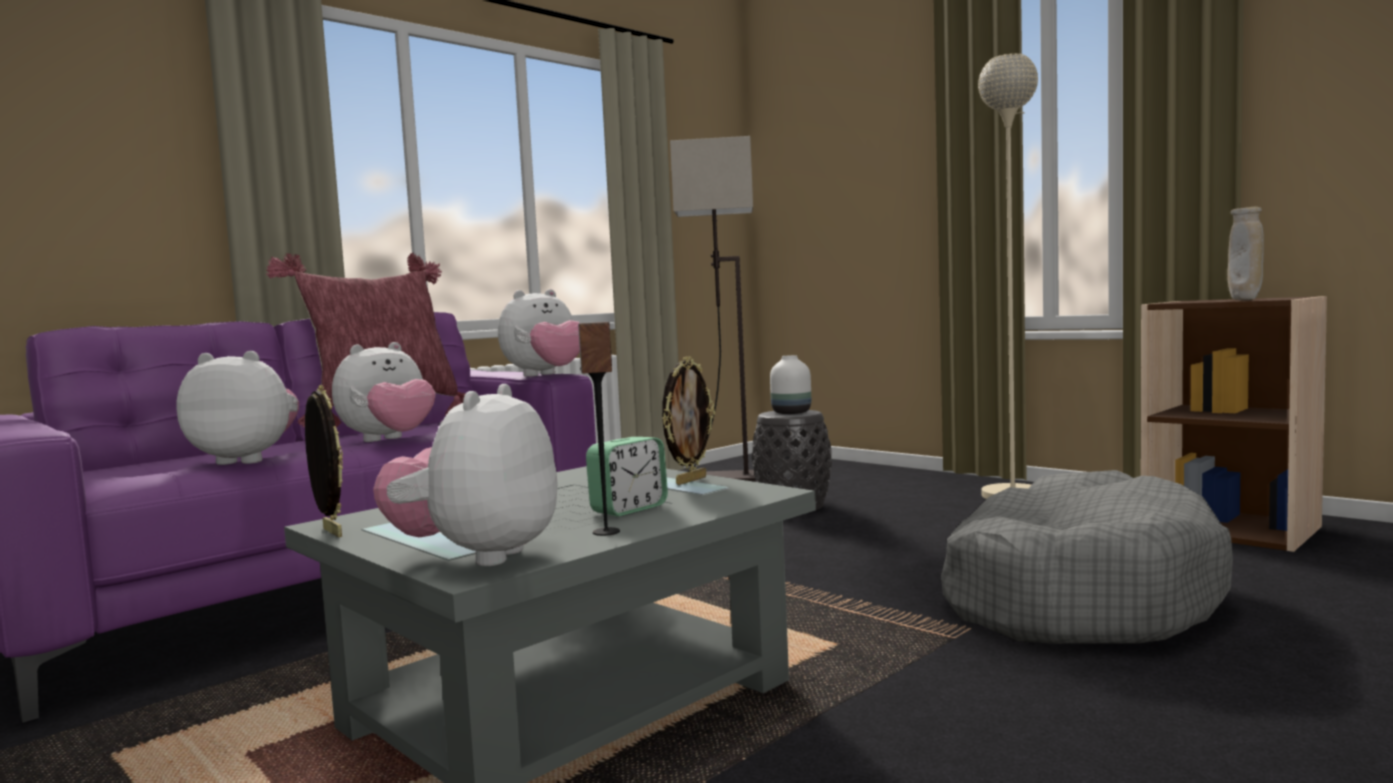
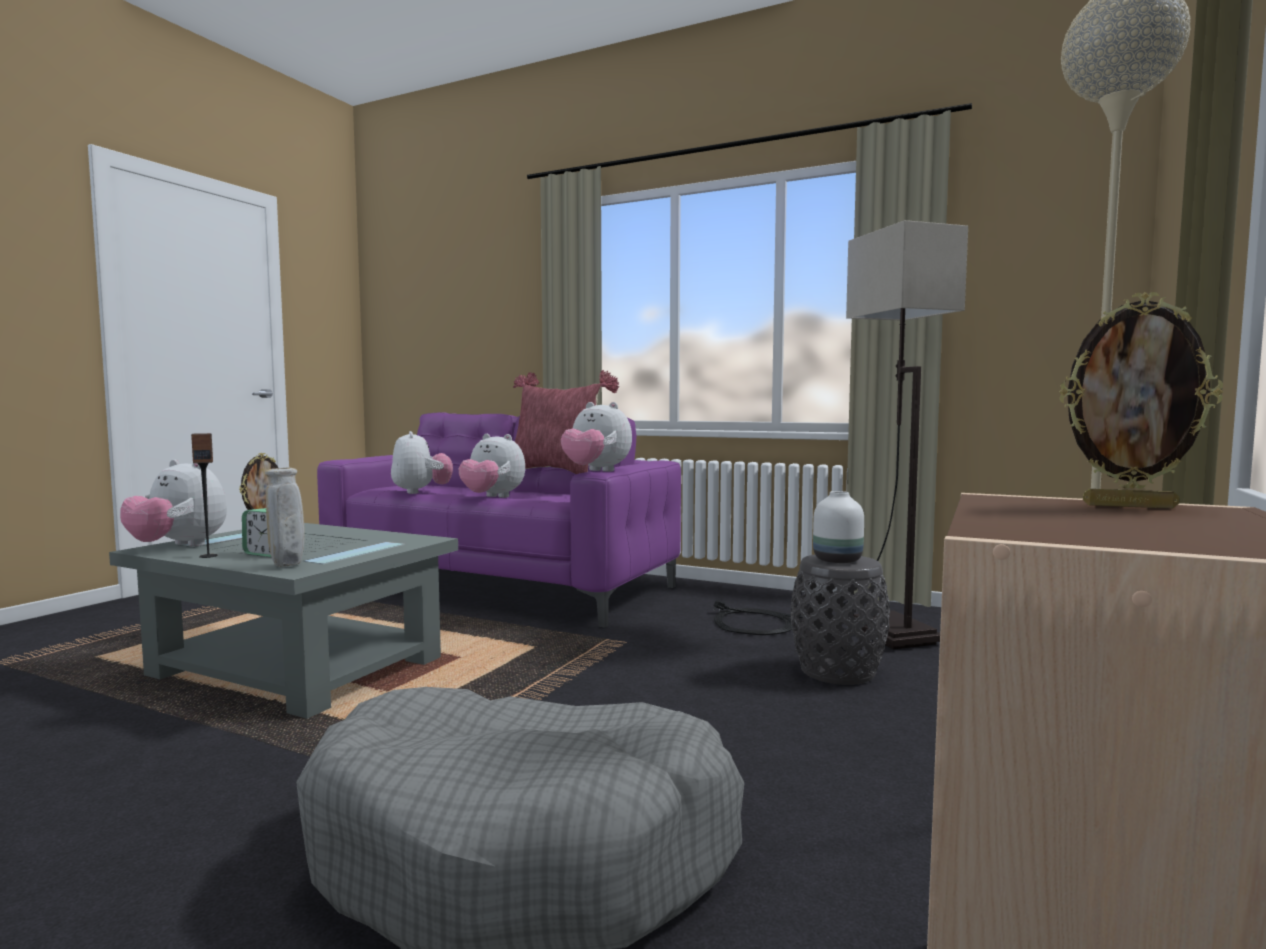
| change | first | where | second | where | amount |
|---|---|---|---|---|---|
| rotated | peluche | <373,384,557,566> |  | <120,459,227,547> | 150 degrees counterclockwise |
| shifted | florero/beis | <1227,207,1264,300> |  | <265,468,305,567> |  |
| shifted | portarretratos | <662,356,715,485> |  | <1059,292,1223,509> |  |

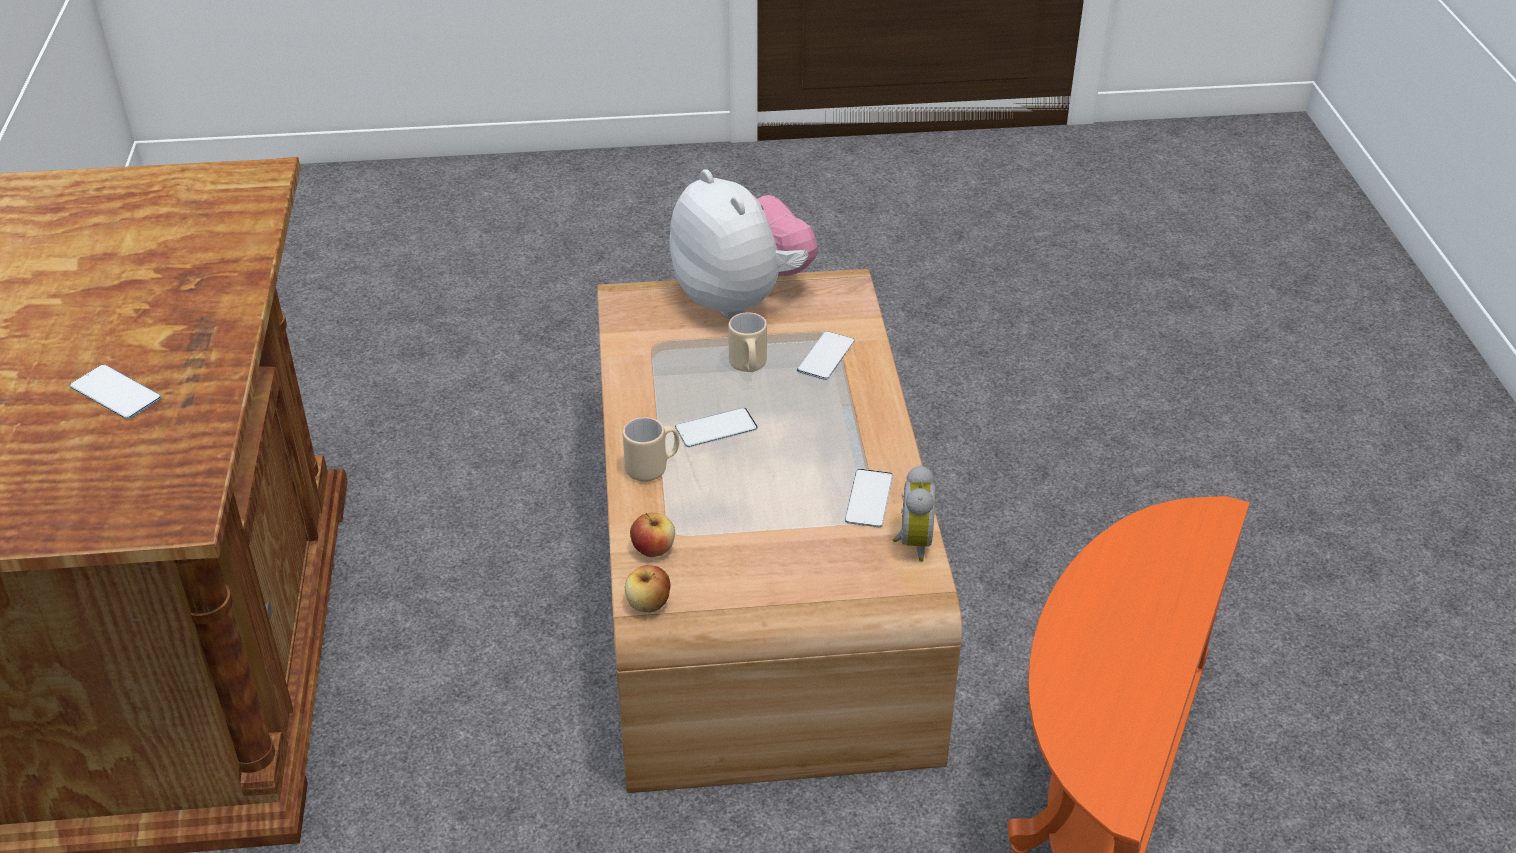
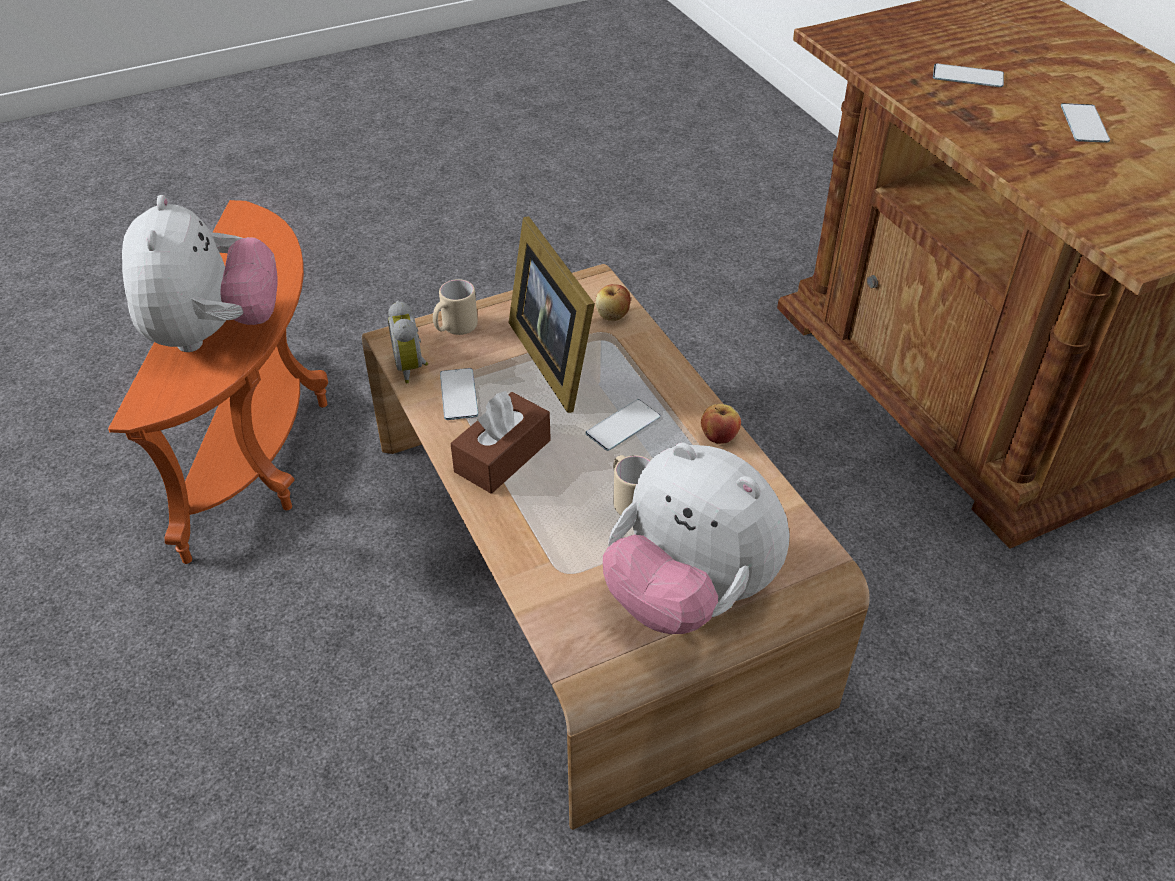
| change | first | where | second | where | amount |
|---|---|---|---|---|---|
| new |  |  | peluche | <122,195,278,352> |  |
| shifted | taza grande/beis | <623,417,679,481> |  | <433,279,478,335> |  |
| new |  |  | caja de pañuelos/marrón | <451,391,551,494> |  |
| new |  |  | portarretratos | <508,216,595,413> |  |
| shifted | manzana | <625,565,670,613> |  | <701,404,741,444> |  |
| shifted | móvil | <797,331,855,380> |  | <1061,103,1110,143> |  |

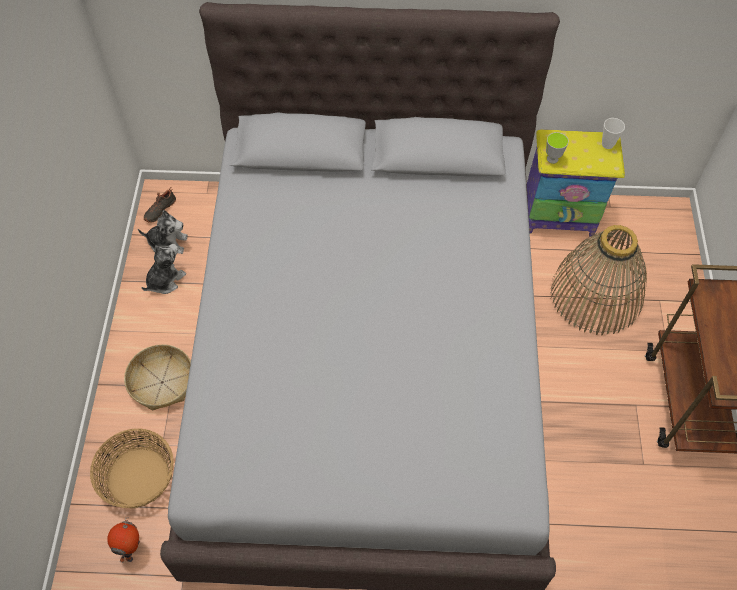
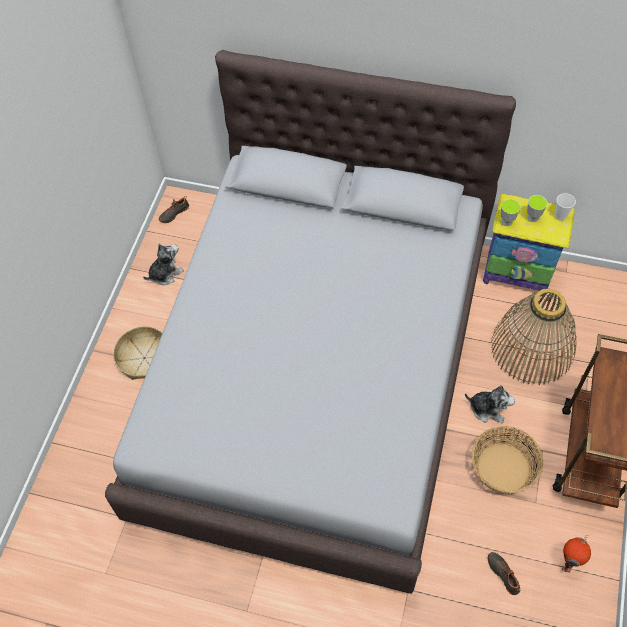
| change | first | where | second | where | amount |
|---|---|---|---|---|---|
| shifted | peluche | <138,210,188,254> |  | <465,385,515,423> |  |
| shifted | cesta | <90,428,174,509> |  | <471,426,543,494> |  |
| new |  |  | zapato/negro | <488,552,520,595> |  |
| new |  |  | taza | <527,195,547,222> |  |
| shifted | robot de juguete | <107,517,140,563> |  | <562,535,591,573> |  |

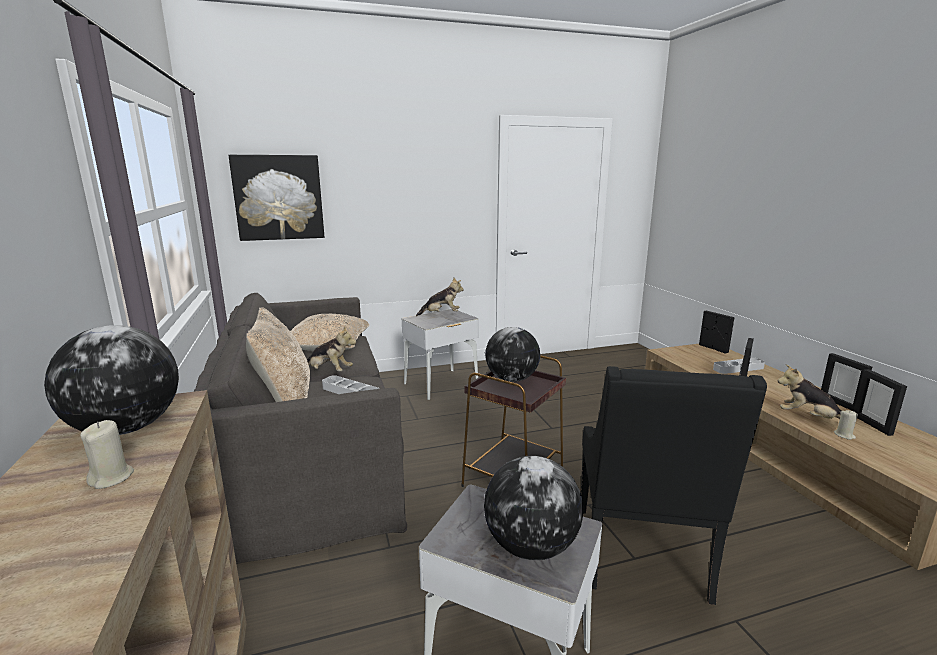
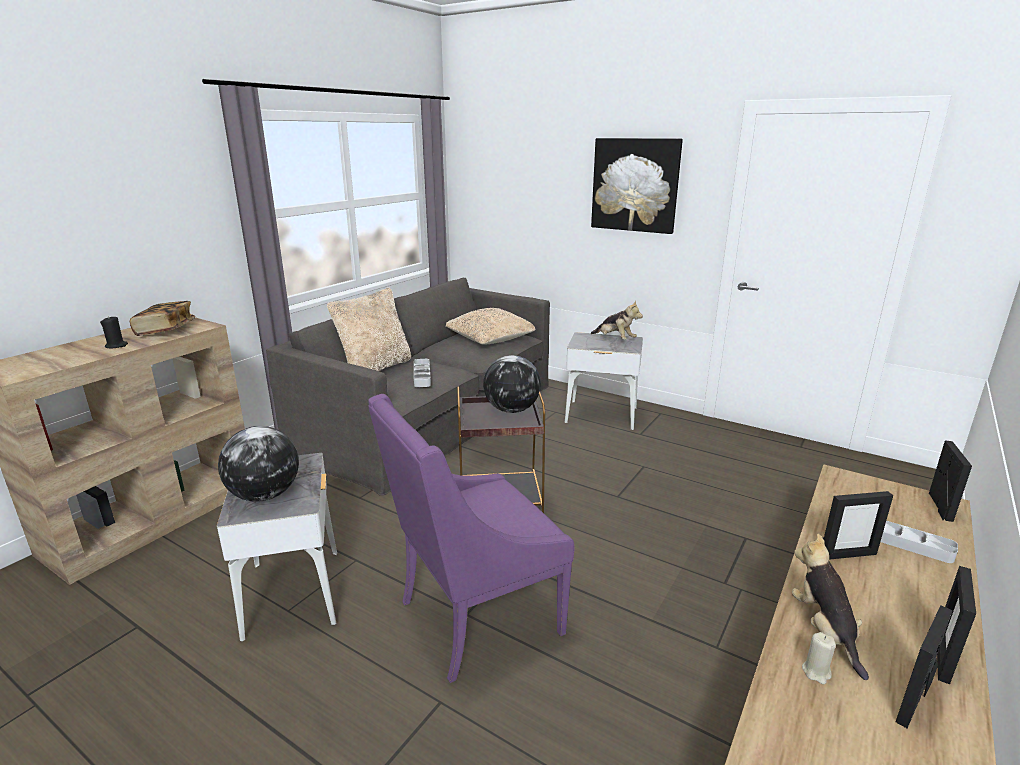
| change | first | where | second | where | amount |
|---|---|---|---|---|---|
| repainted | vela/beis | <80,420,134,489> | vela/negro | <100,316,128,349> |  |
| swapped | globo terráqueo | <44,325,179,435> | libro | <130,301,195,336> |  |
| repainted | sillón/negro | <581,366,767,605> | sillón/morado | <368,394,574,683> |  |
| shifted | cuadro | <229,155,324,241> |  | <591,138,683,234> |  |
| gone | peluche | <307,326,356,372> |  |  |  |

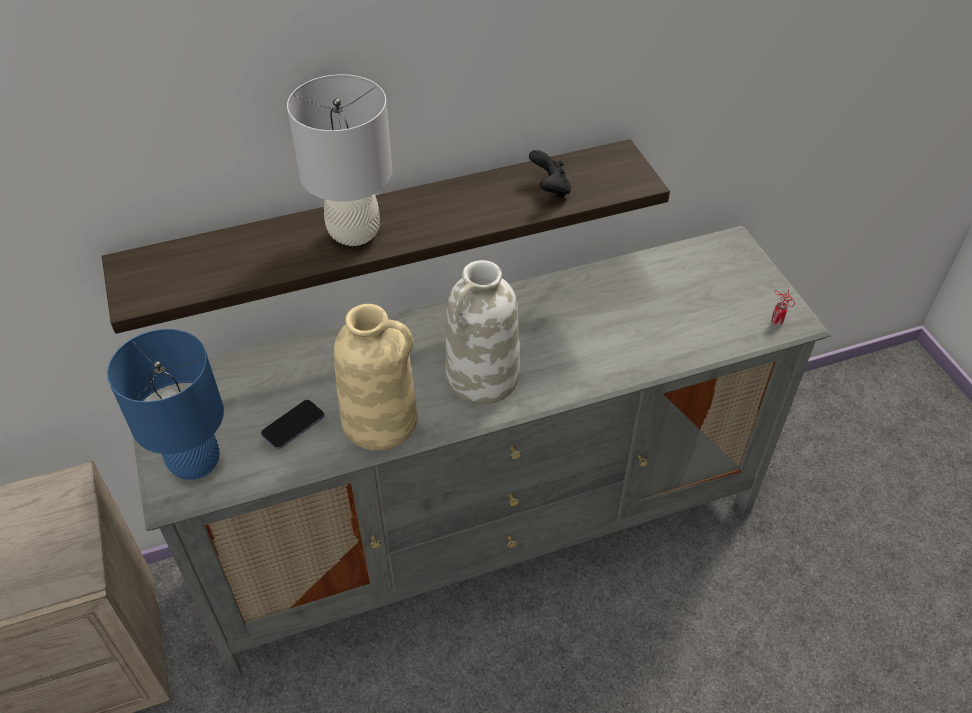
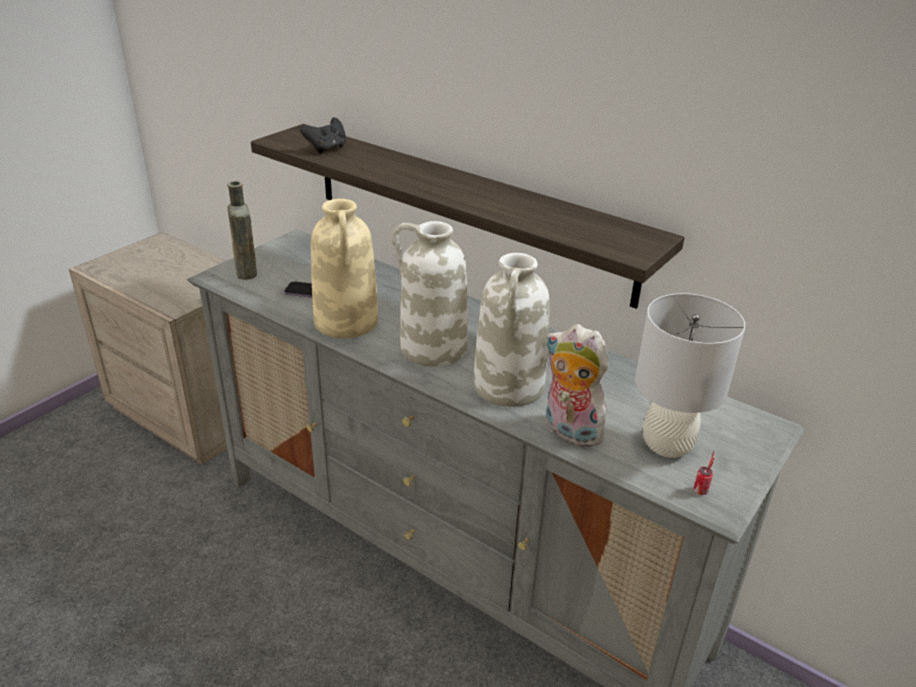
| change | first | where | second | where | amount |
|---|---|---|---|---|---|
| swapped | lámpara de mesa/azul | <107,329,224,480> | botella/marrón | <227,181,257,280> |  |
| shifted | mando de consola/negro | <529,150,571,198> |  | <300,118,346,153> |  |
| new |  |  | florero/blanco | <474,253,550,407> |  |
| new |  |  | peluche | <545,324,610,447> |  |
| shifted | lámpara de mesa/gris | <287,74,392,246> |  | <635,293,745,458> |  |

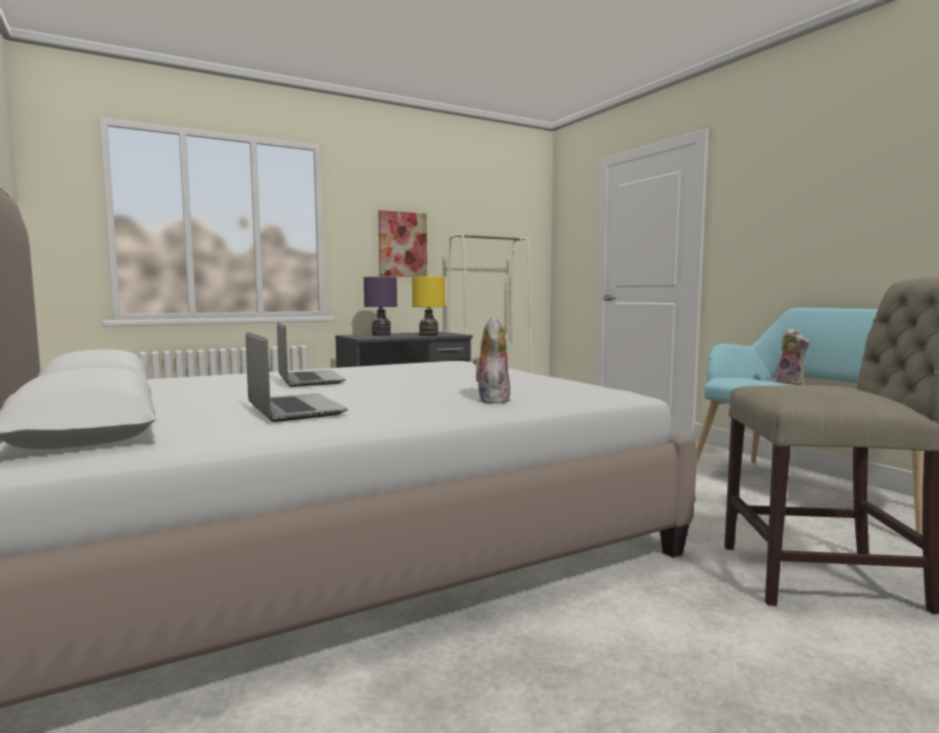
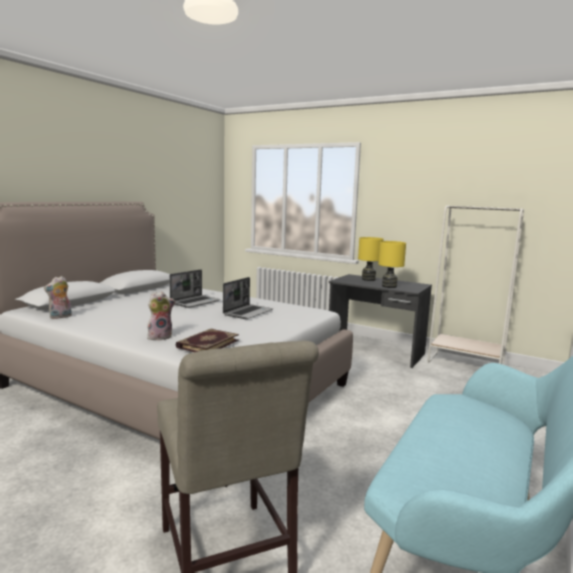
| change | first | where | second | where | amount |
|---|---|---|---|---|---|
| shifted | peluche | <776,328,809,385> |  | <44,276,72,319> |  |
| new |  |  | libro | <176,329,239,352> |  |
| shifted | portátil | <246,332,348,422> |  | <223,277,273,319> |  |
| repainted | lámpara de mesa/morado | <364,277,397,336> | lámpara de mesa/amarillo | <358,237,384,281> |  |
| gone | cuadro | <378,210,427,277> |  |  |  |

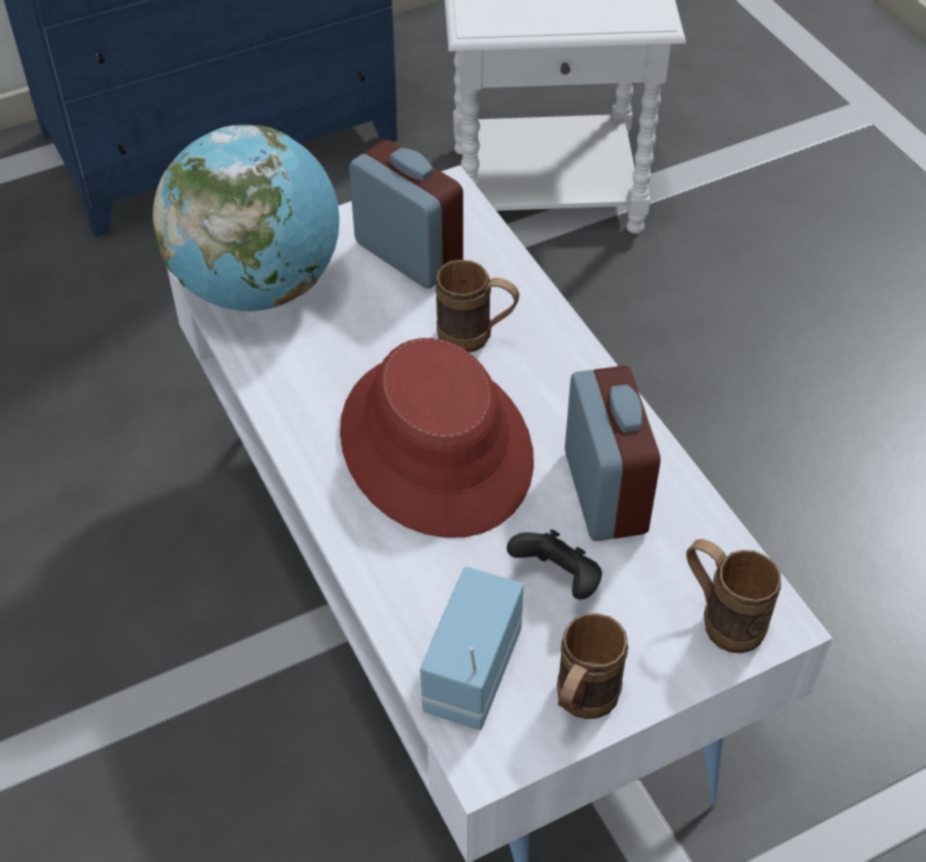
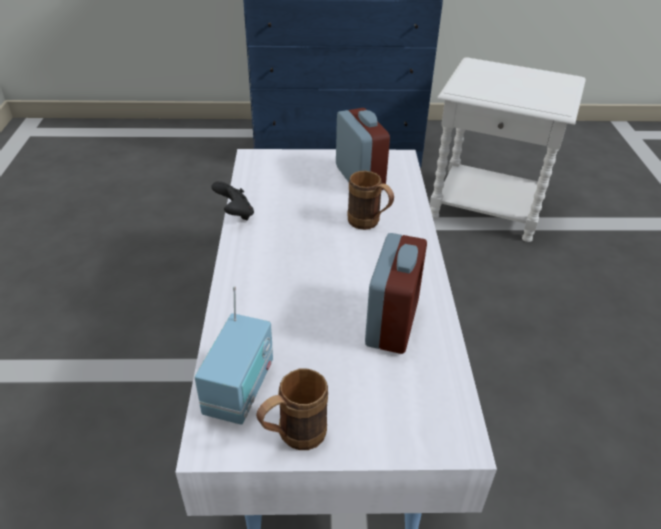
| change | first | where | second | where | amount |
|---|---|---|---|---|---|
| rotated | radio | <420,567,524,730> |  | <195,286,273,425> | 150 degrees clockwise |
| shifted | mando de consola/negro | <507,529,602,600> |  | <211,181,254,221> |  |
| gone | globo terráqueo | <153,125,339,311> |  |  |  |
| gone | sombrero/rojo | <340,338,534,538> |  |  |  |
| gone | taza grande/marrón | <686,539,781,654> |  |  |  |

